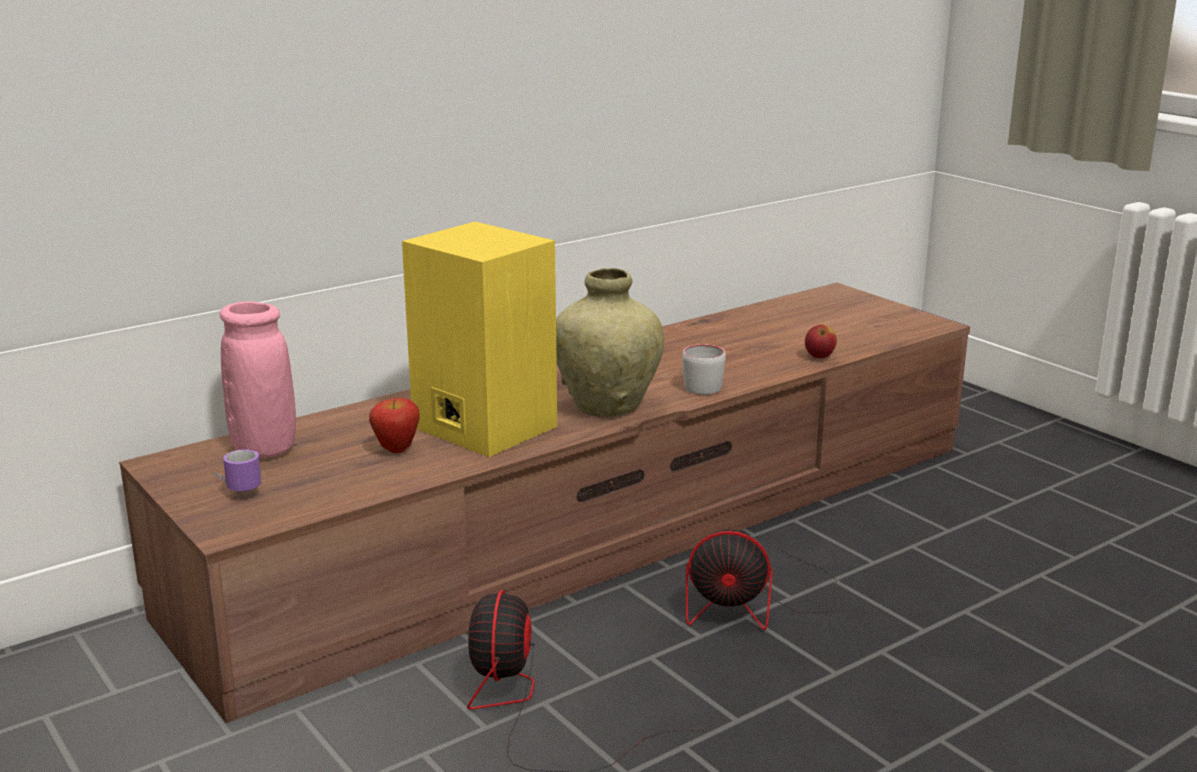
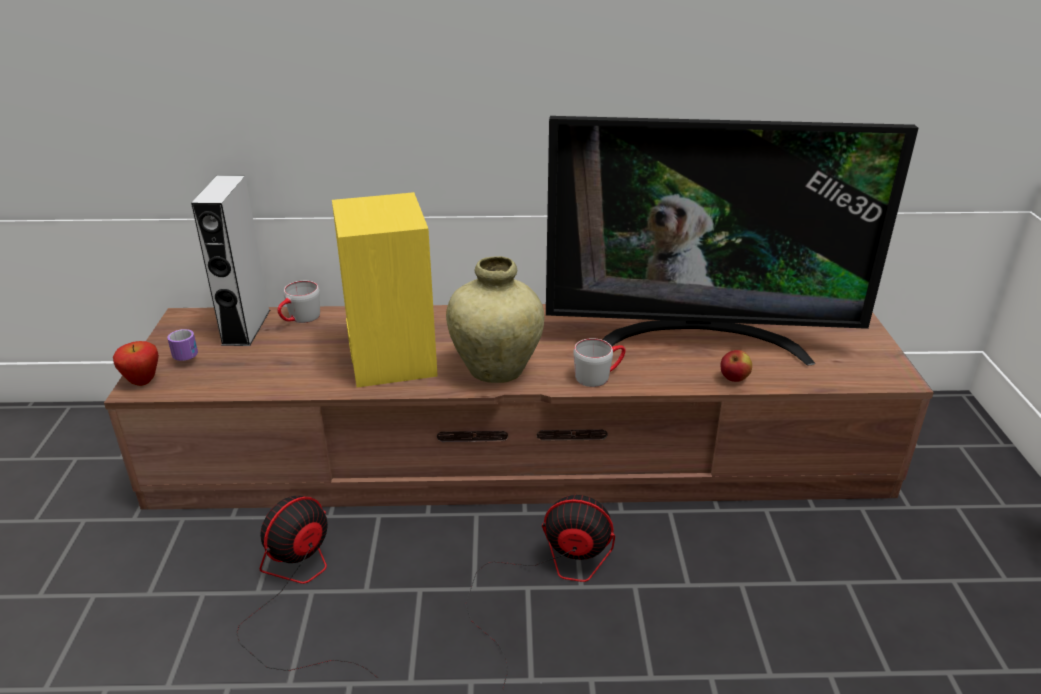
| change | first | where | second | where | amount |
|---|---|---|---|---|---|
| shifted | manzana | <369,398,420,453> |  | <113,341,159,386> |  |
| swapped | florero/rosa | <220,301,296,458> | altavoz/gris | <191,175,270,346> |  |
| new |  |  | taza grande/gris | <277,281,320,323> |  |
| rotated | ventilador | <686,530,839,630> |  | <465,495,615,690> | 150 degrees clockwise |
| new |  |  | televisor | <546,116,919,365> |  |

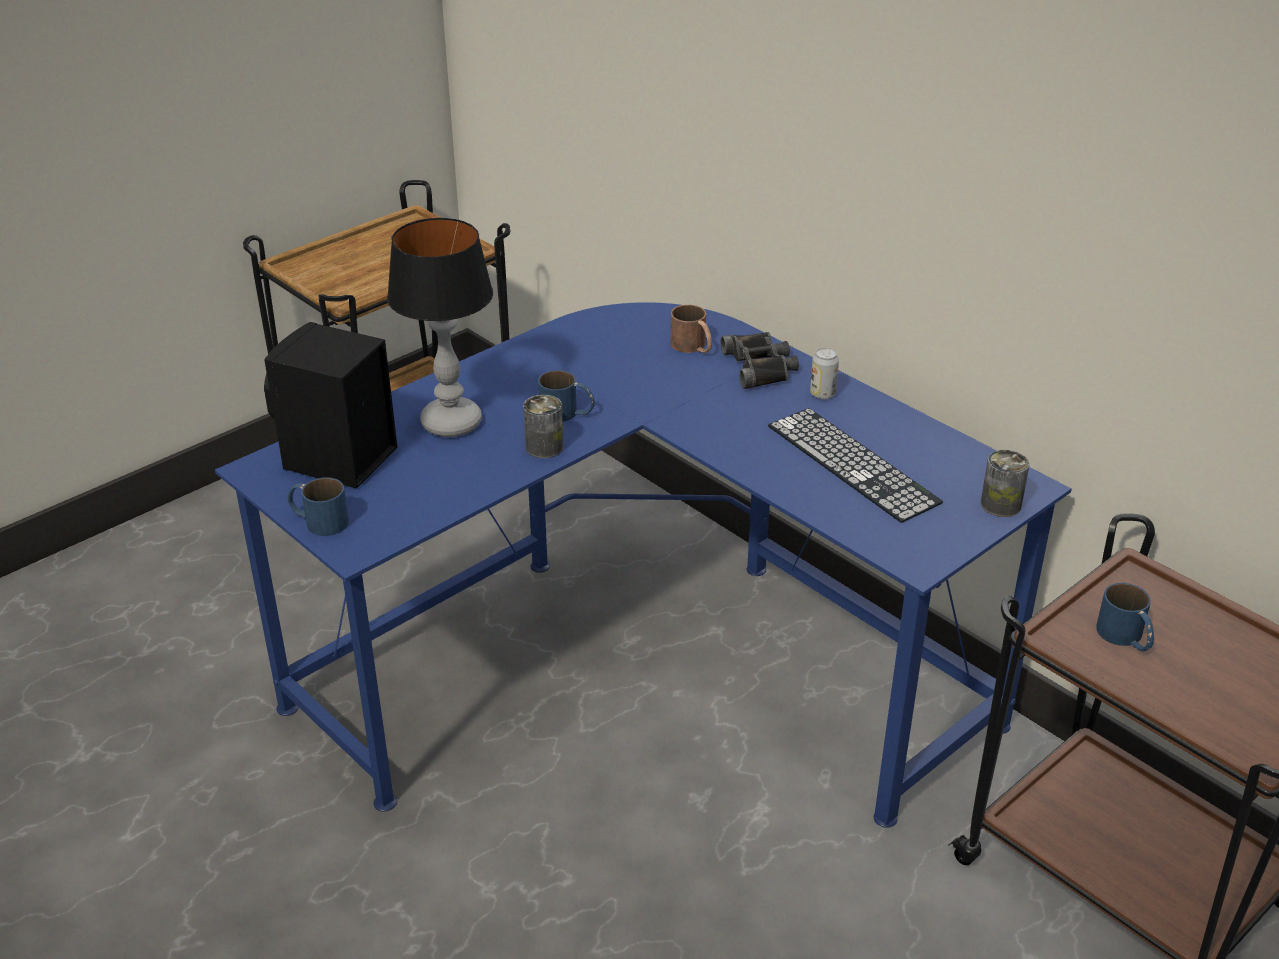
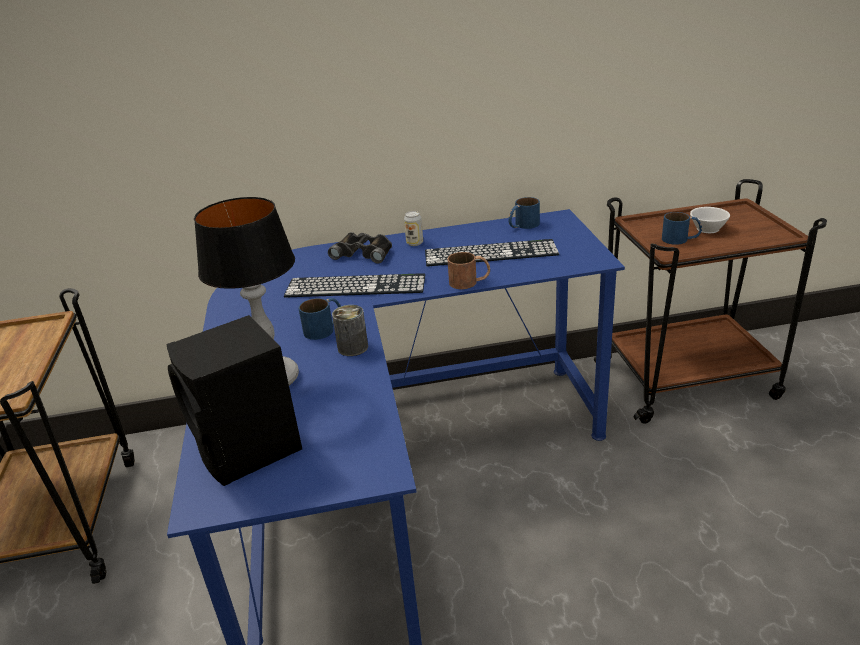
| change | first | where | second | where | amount |
|---|---|---|---|---|---|
| new |  |  | teclado | <284,273,425,298> |  |
| shifted | taza grande/marrón | <671,305,712,353> |  | <447,252,490,289> |  |
| shifted | taza grande/azul | <288,477,349,536> |  | <508,197,540,229> |  |
| new |  |  | taza/blanco | <690,207,730,233> |  |
| gone | lata | <981,450,1030,517> |  |  |  |

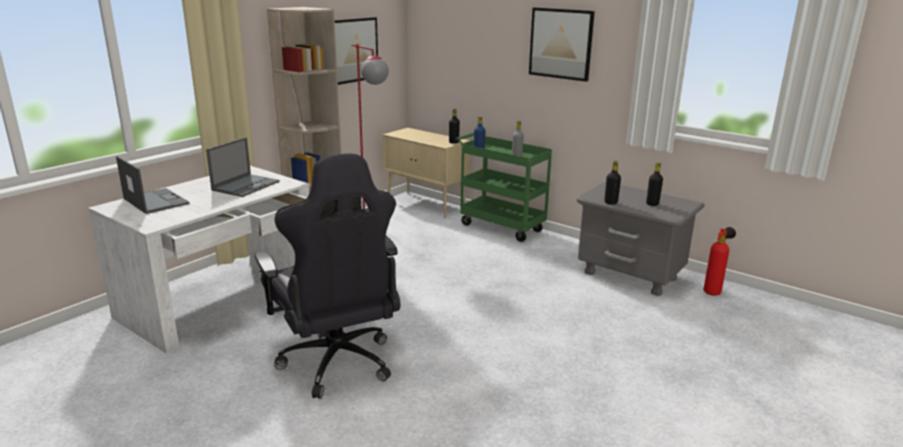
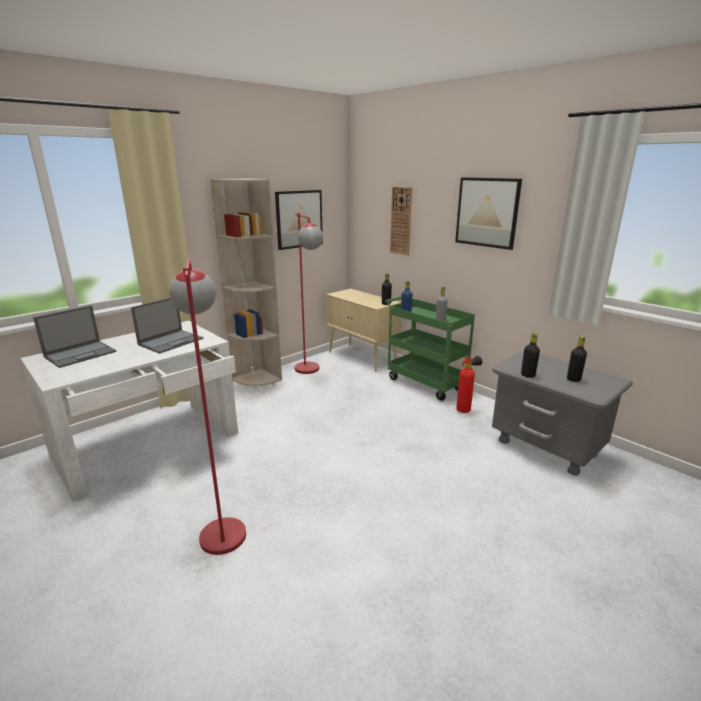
| change | first | where | second | where | amount |
|---|---|---|---|---|---|
| rotated | portátil | <116,156,190,214> |  | <33,305,117,368> | 75 degrees clockwise |
| swapped | silla de oficina/negro | <254,153,400,399> | lámpara de pie/rojo | <169,259,246,555> |  |
| new |  |  | reloj de pared | <390,187,412,255> |  |
| shifted | extintor | <704,227,736,296> |  | <456,356,482,413> |  |

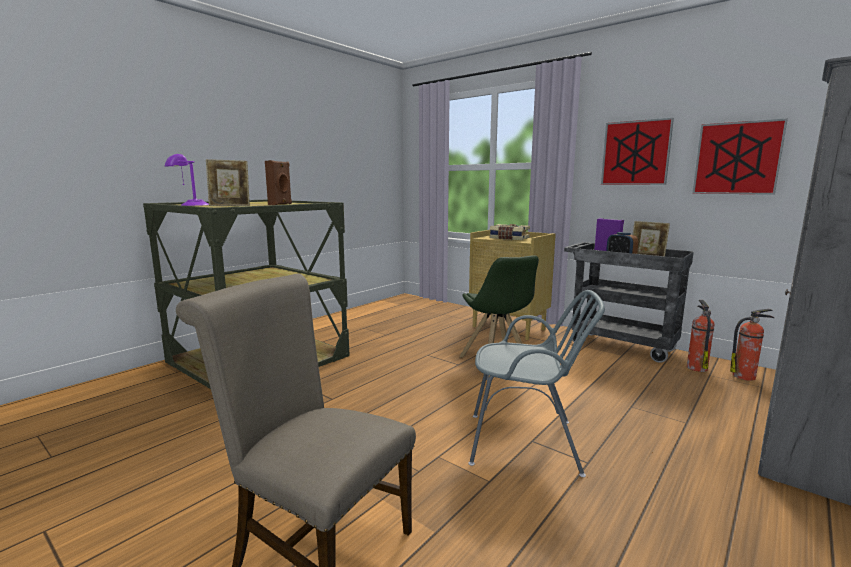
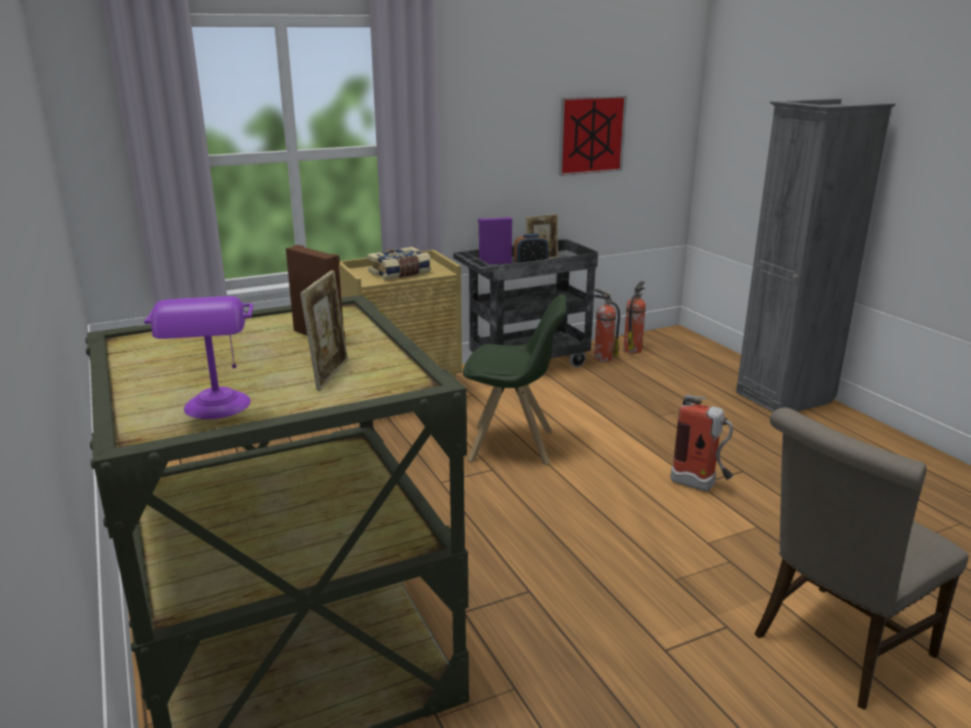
| change | first | where | second | where | amount |
|---|---|---|---|---|---|
| swapped | silla/gris | <468,290,605,477> | extintor | <670,395,733,491> |  |
| gone | cuadro | <601,118,674,185> |  |  |  |

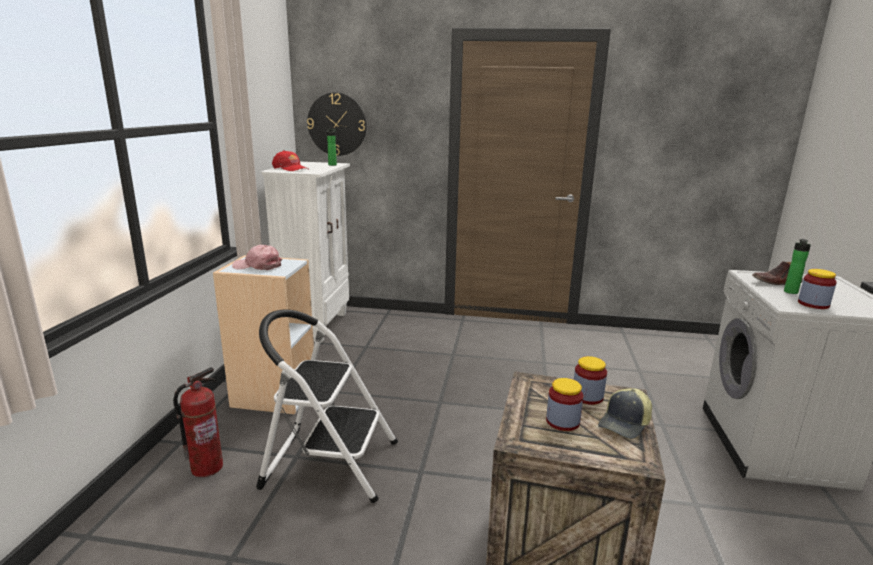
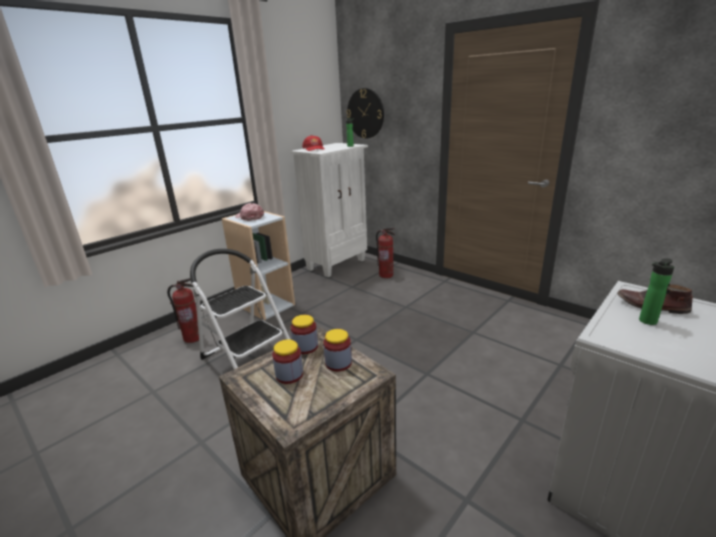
| change | first | where | second | where | amount |
|---|---|---|---|---|---|
| shifted | tarro | <798,269,837,309> |  | <291,315,318,354> |  |
| new |  |  | extintor | <376,228,395,278> |  |
| gone | gorra | <598,388,652,439> |  |  |  |

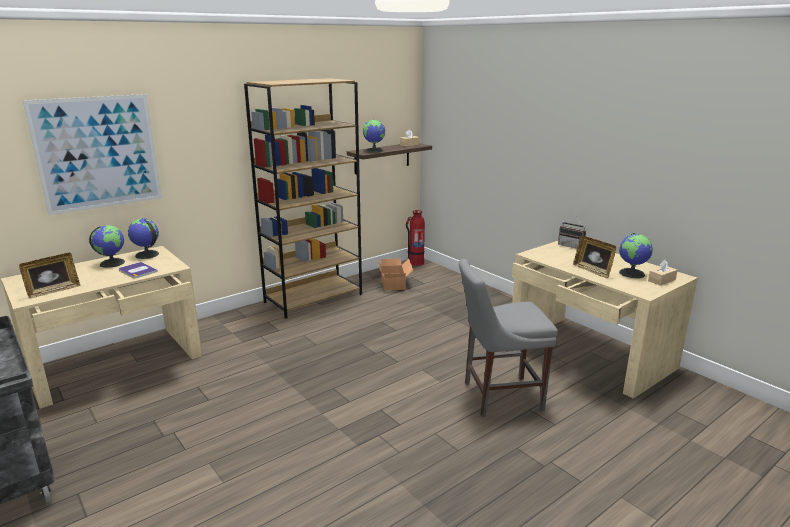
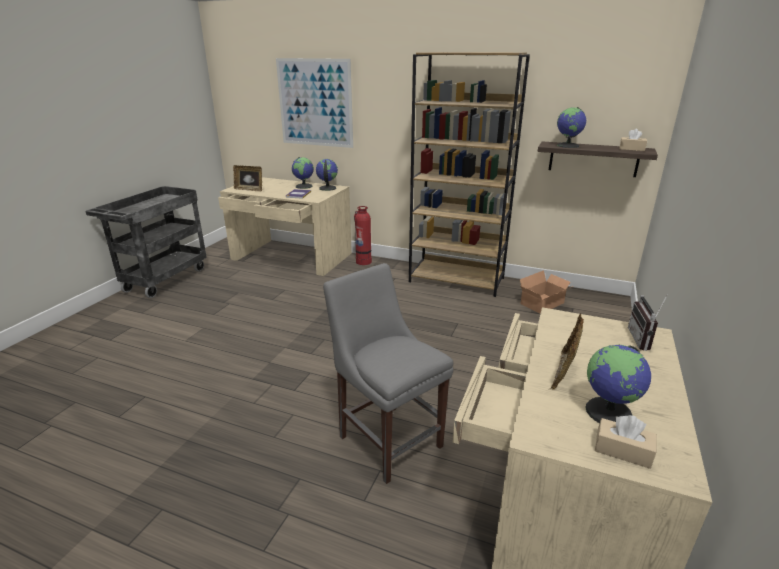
| change | first | where | second | where | amount |
|---|---|---|---|---|---|
| shifted | extintor | <406,210,425,266> |  | <354,206,372,265> |  |

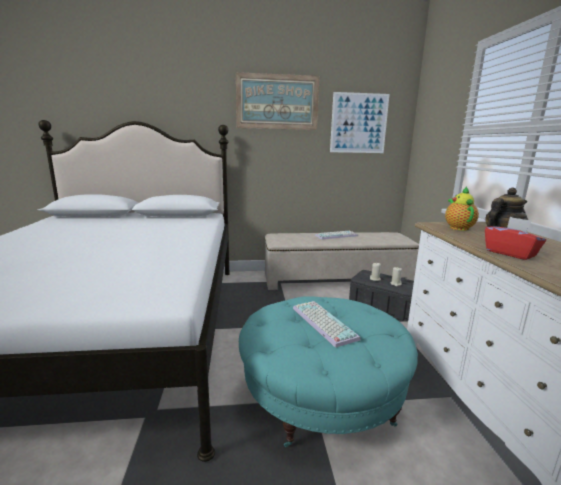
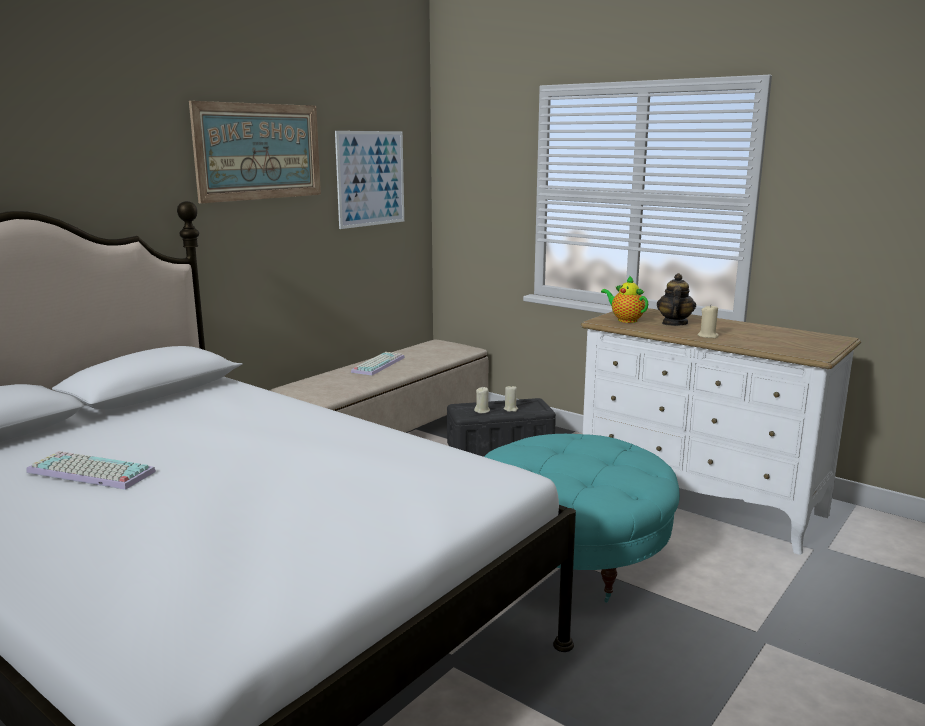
| change | first | where | second | where | amount |
|---|---|---|---|---|---|
| shifted | teclado | <293,301,360,348> |  | <26,451,156,490> |  |
| swapped | caja de pañuelos/rojo | <485,217,546,260> | vela/beis | <698,305,719,338> |  |

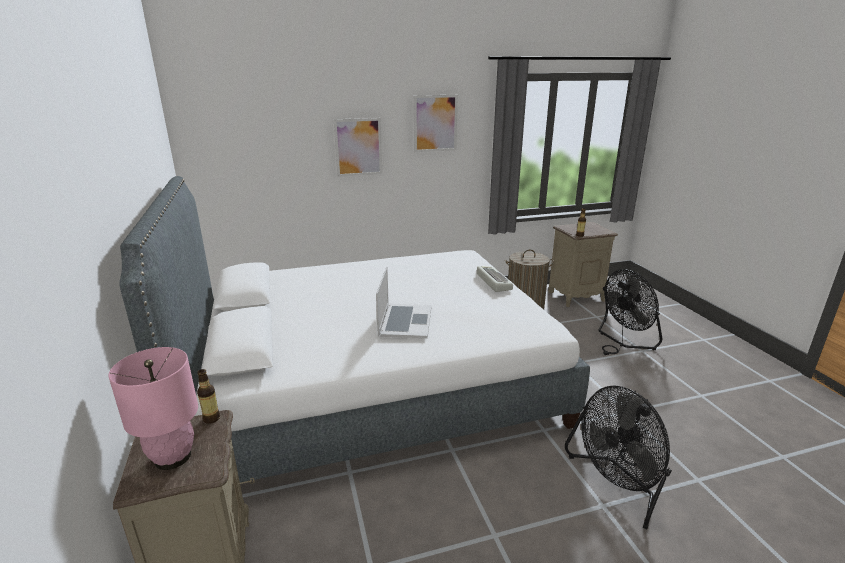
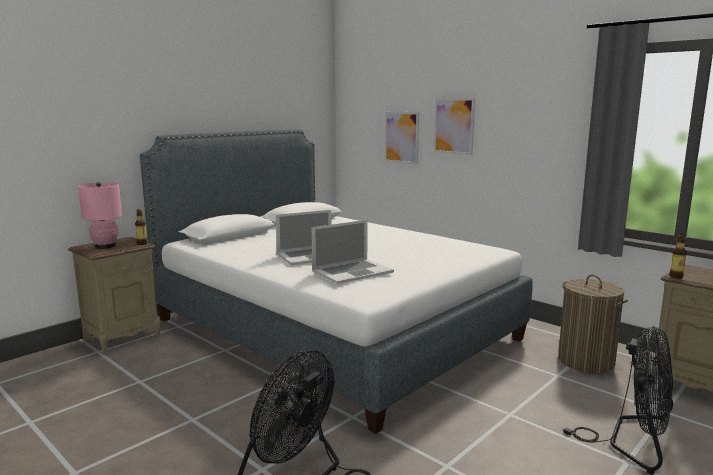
| change | first | where | second | where | amount |
|---|---|---|---|---|---|
| new |  |  | portátil | <312,220,394,284> |  |
| shifted | cuadro | <414,95,458,152> |  | <384,112,419,165> |  |
| gone | teclado | <477,266,513,292> |  |  |  |

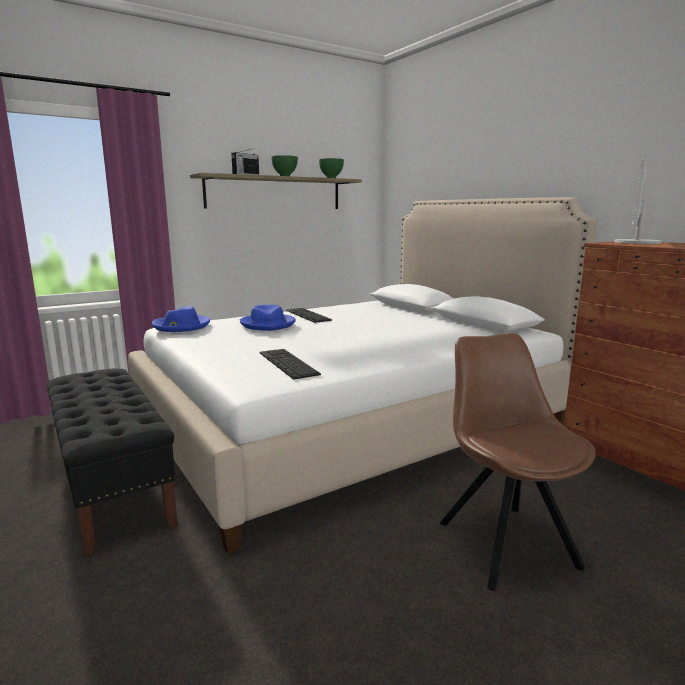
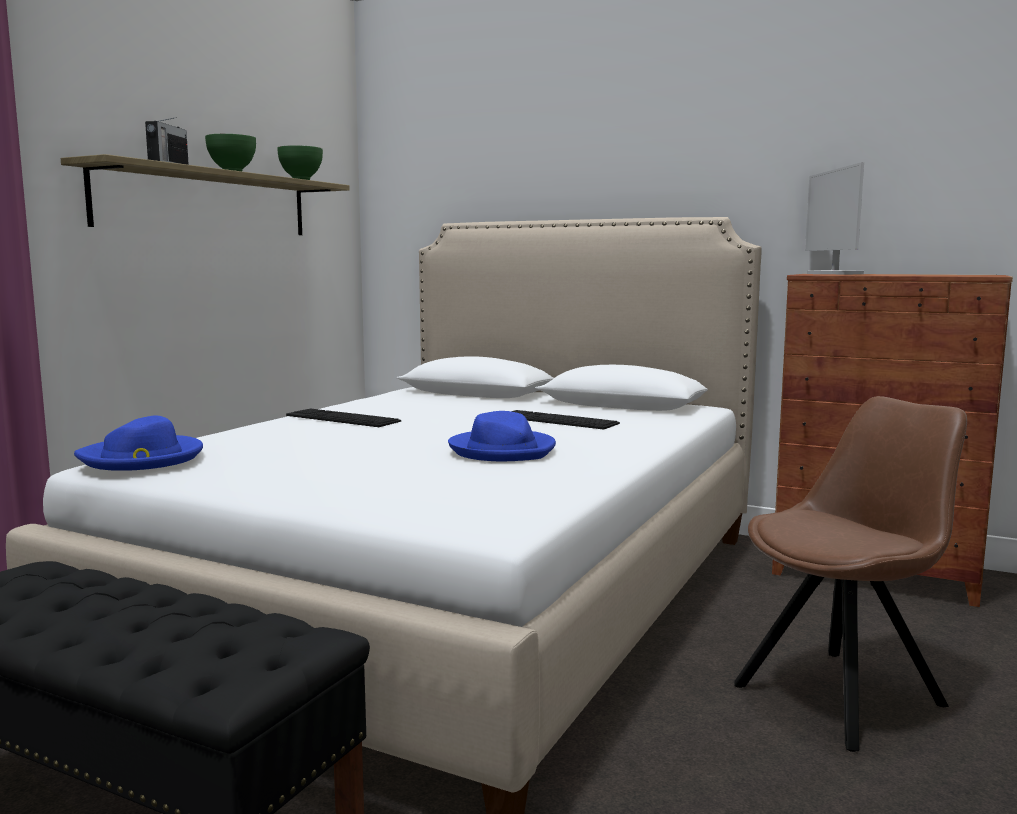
| change | first | where | second | where | amount |
|---|---|---|---|---|---|
| shifted | sombrero/azul | <240,304,296,331> |  | <448,411,556,461> |  |
| shifted | teclado | <260,349,321,380> |  | <511,410,620,430> |  |
| rotated | silla/marrón | <440,333,596,591> |  | <734,396,967,752> | 105 degrees clockwise |

